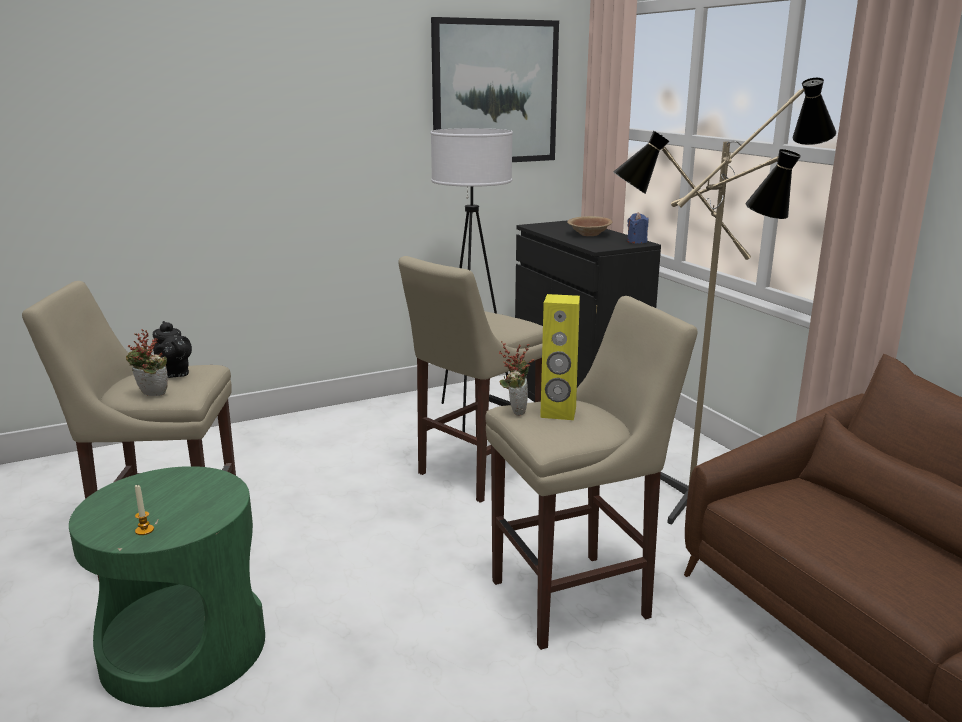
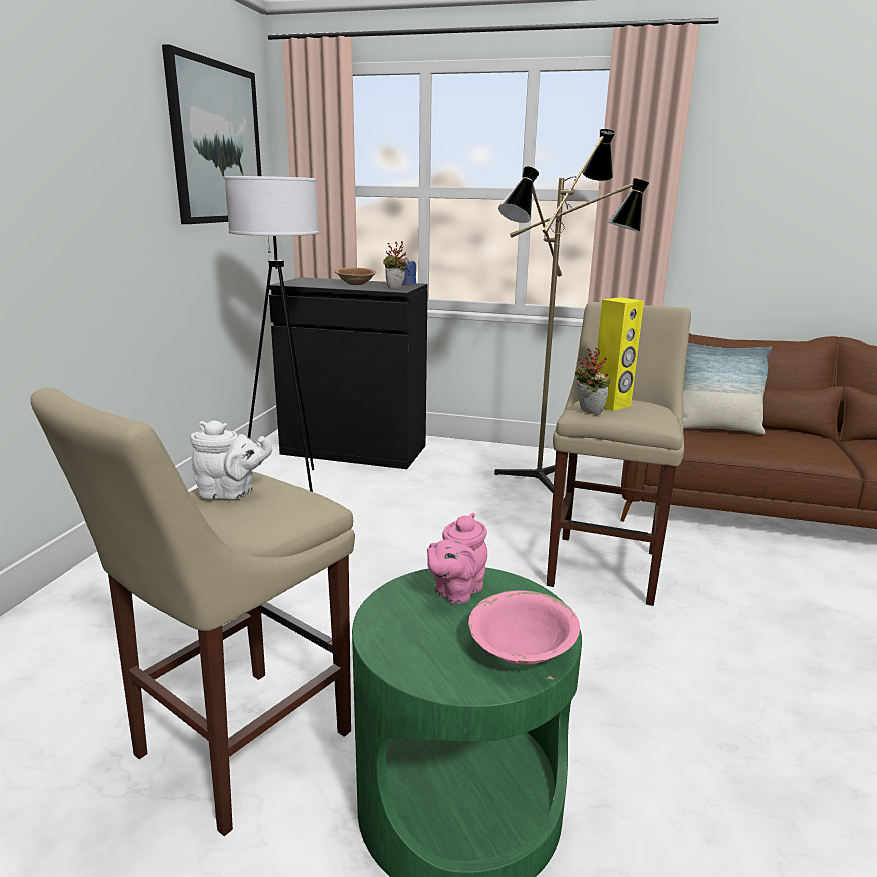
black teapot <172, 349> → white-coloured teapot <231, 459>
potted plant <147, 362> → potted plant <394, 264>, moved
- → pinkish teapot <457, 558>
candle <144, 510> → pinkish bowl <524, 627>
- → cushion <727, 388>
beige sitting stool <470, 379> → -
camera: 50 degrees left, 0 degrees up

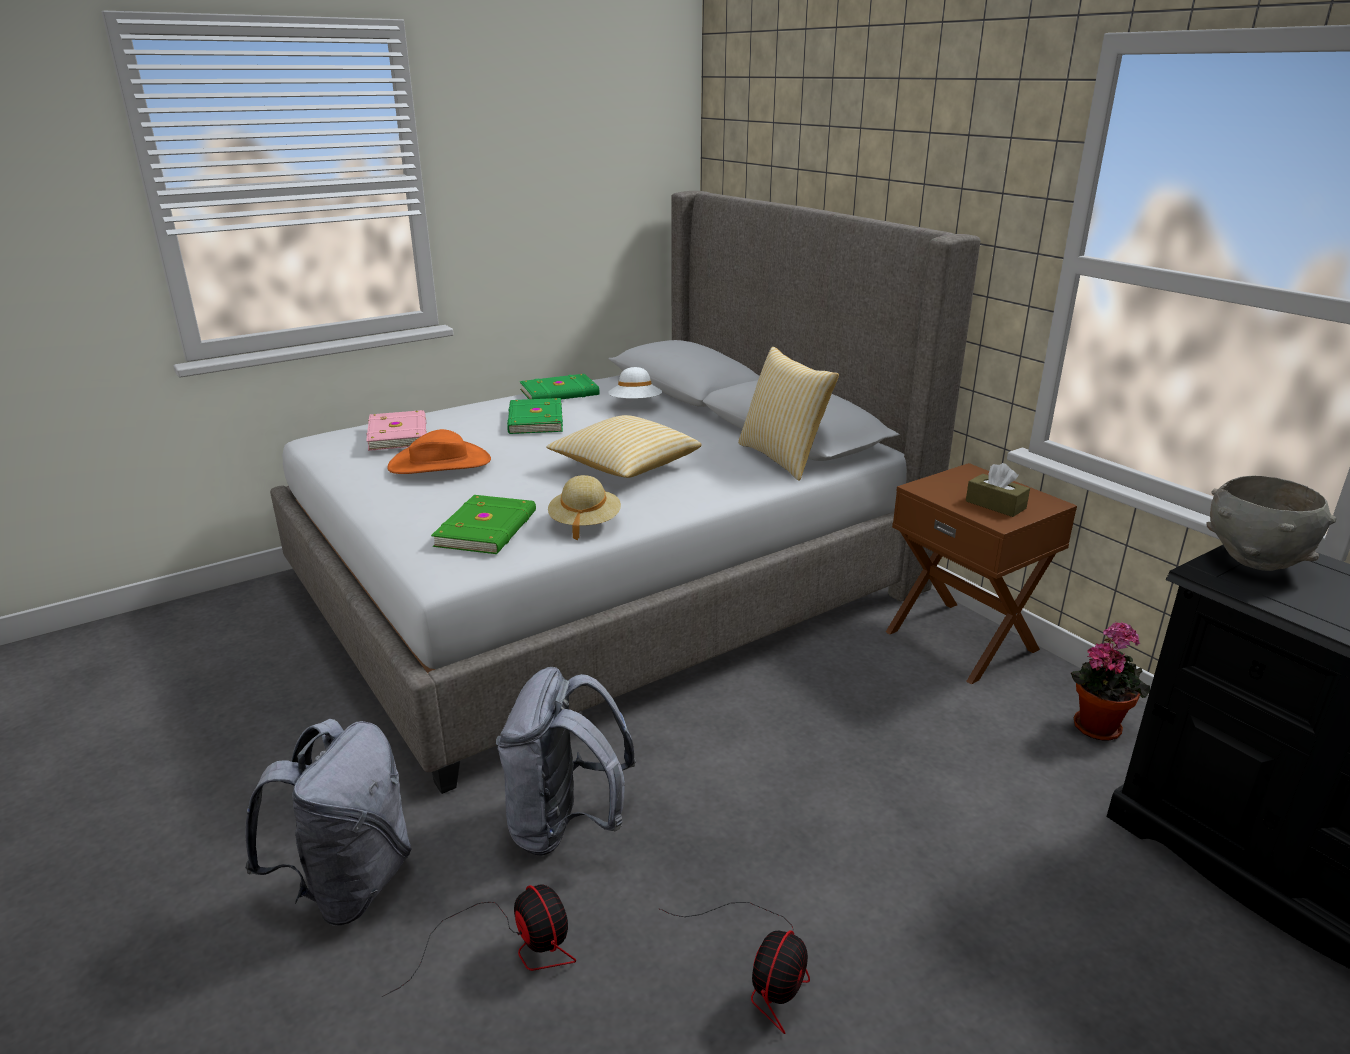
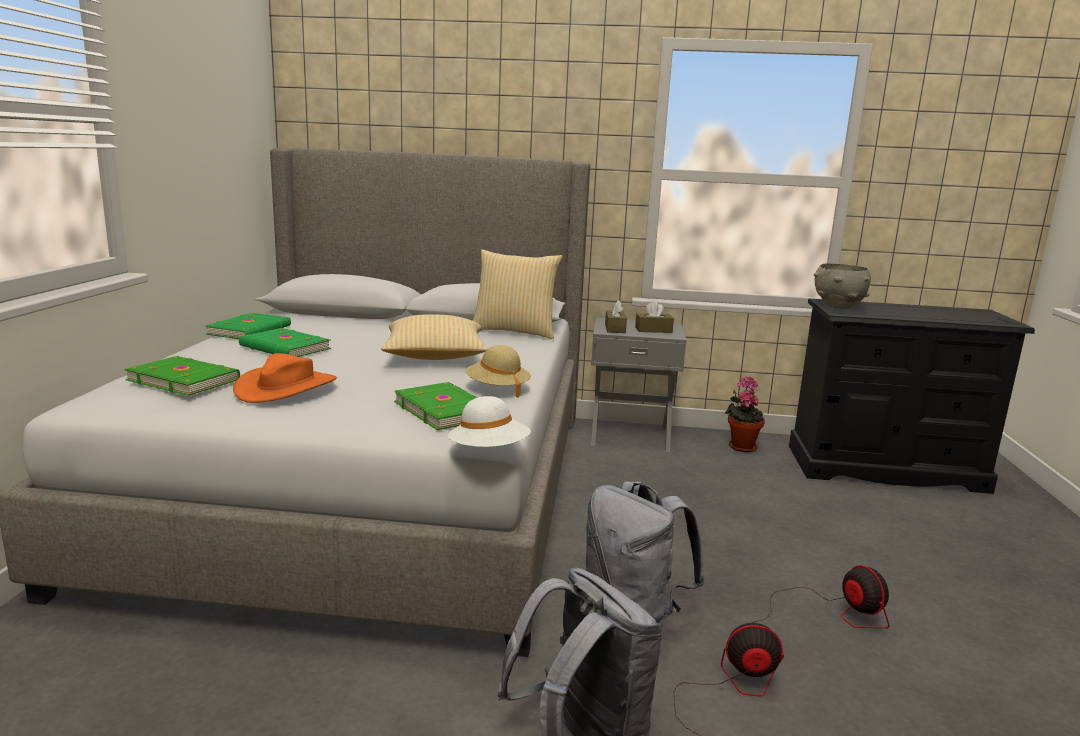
pinkish book <396, 430> → green-coloured book <182, 376>
white-coloured clothing hat <635, 383> → white-coloured clothing hat <489, 421>, moved
brown-coloured nightstand <981, 573> → greyish nightstand <639, 385>
- → brown-coloured box of tissues <616, 316>
camera: 50 degrees left, 10 degrees down

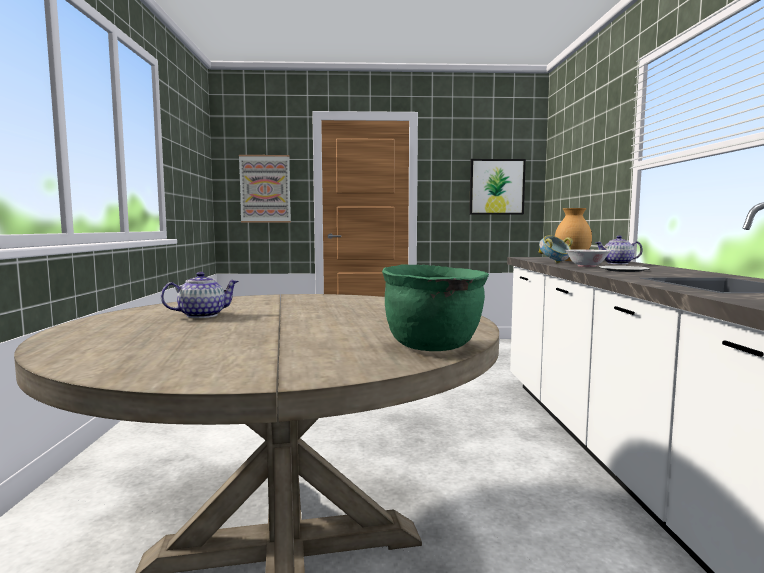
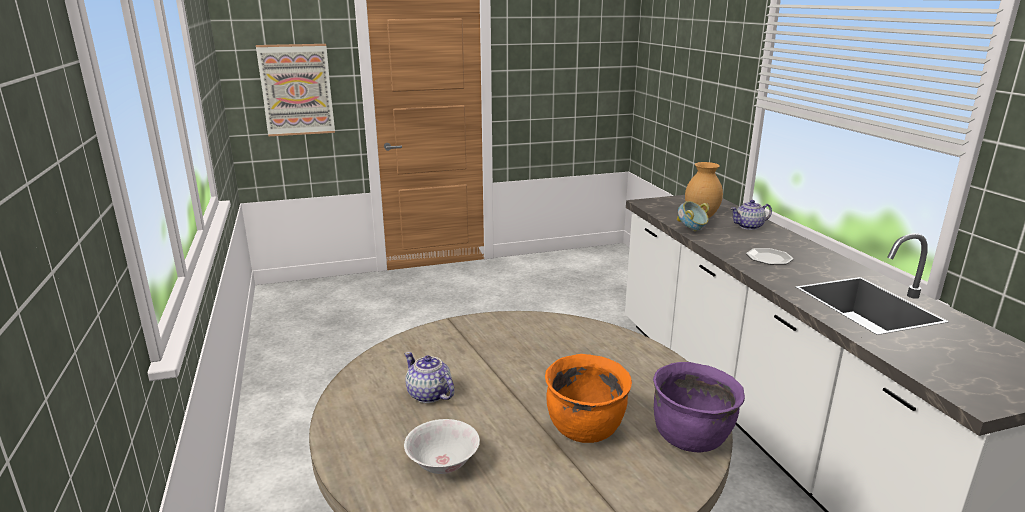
teapot <200, 295> → teapot <429, 377>, 90 degrees counterclockwise
white-coloured bowl <588, 258> → white-coloured bowl <442, 446>, moved
- → orangey stockpot <588, 398>
green-coloured stockpot <435, 307> → purple stockpot <699, 407>
wall picture <497, 186> → -
camera: 15 degrees left, 15 degrees up

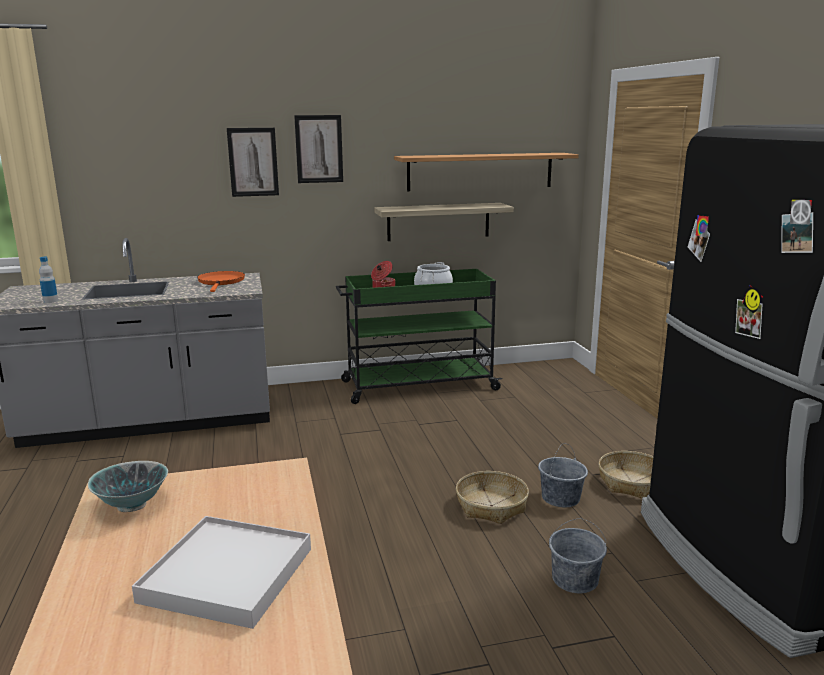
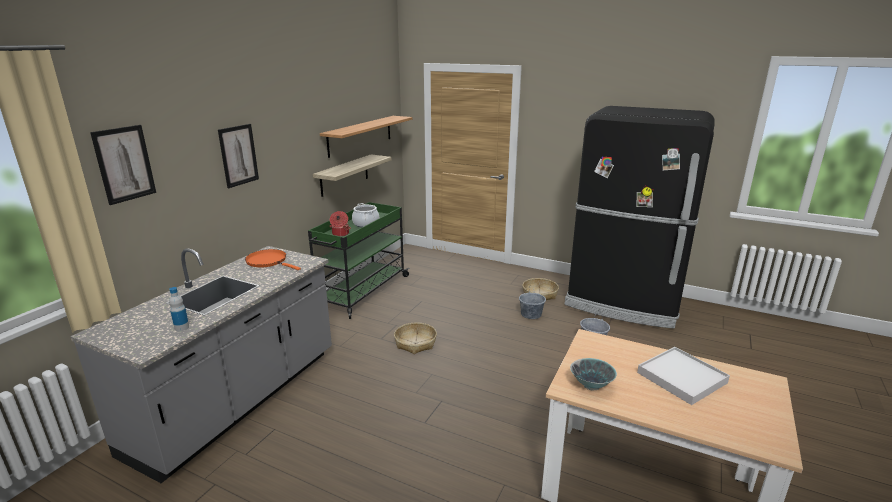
wall picture <318, 149> → wall picture <123, 165>, moved
basket <492, 497> → basket <415, 338>, moved
camera: 50 degrees left, 5 degrees up

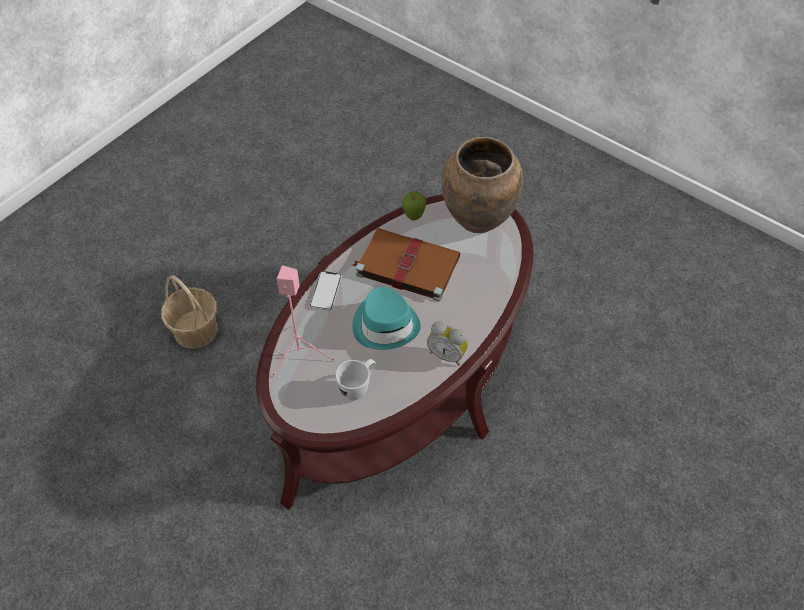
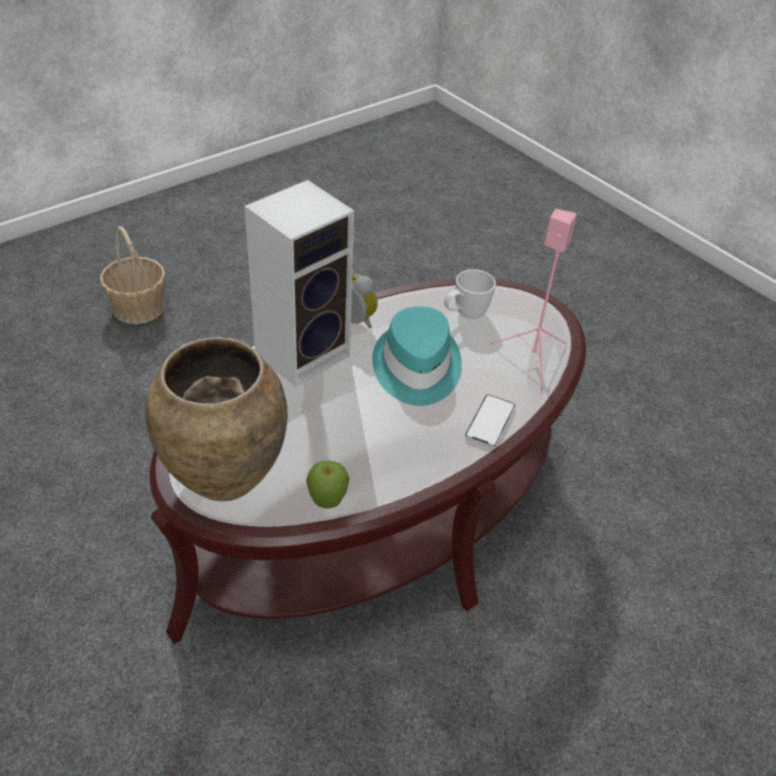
basket <189, 312> → basket <133, 275>, moved
- → loudspeaker <299, 283>
brown-coloured book <406, 264> → -
camera: 170 degrees left, 10 degrees down

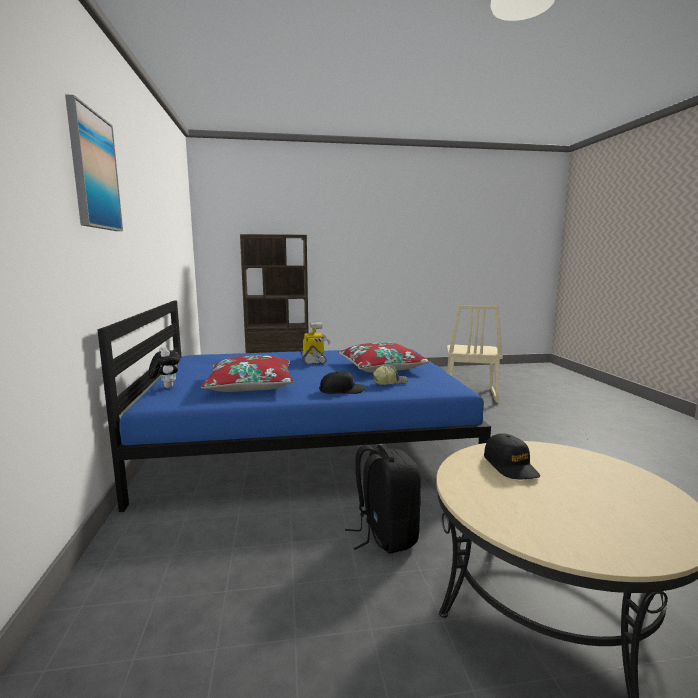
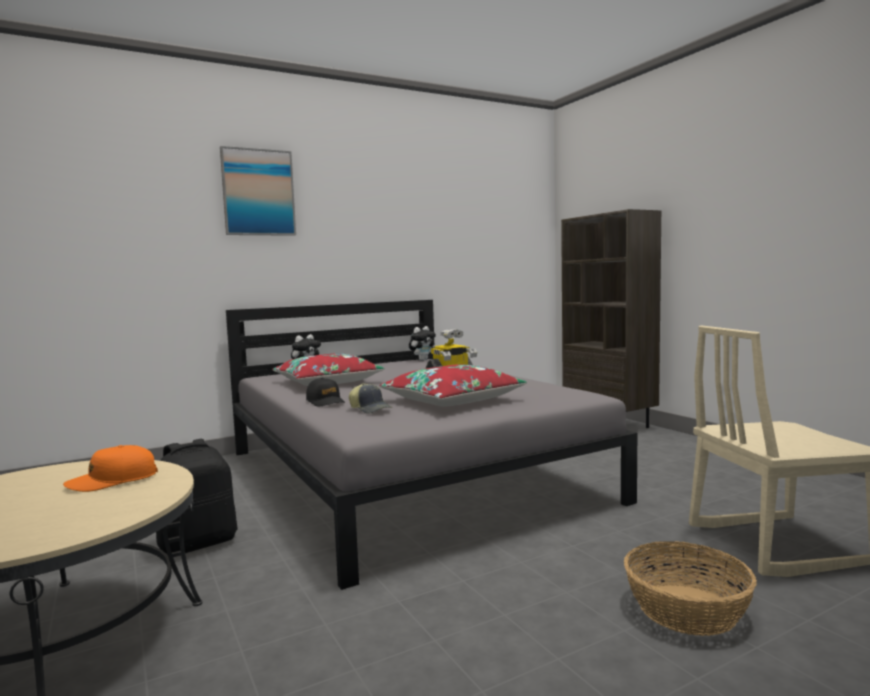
black peaked cap <512, 456> → orangey peaked cap <110, 468>
bluish bedroom bed <294, 406> → greyish bedroom bed <431, 445>
- → cuddly toy <422, 343>
- → basket <690, 588>
camera: 70 degrees right, 5 degrees down

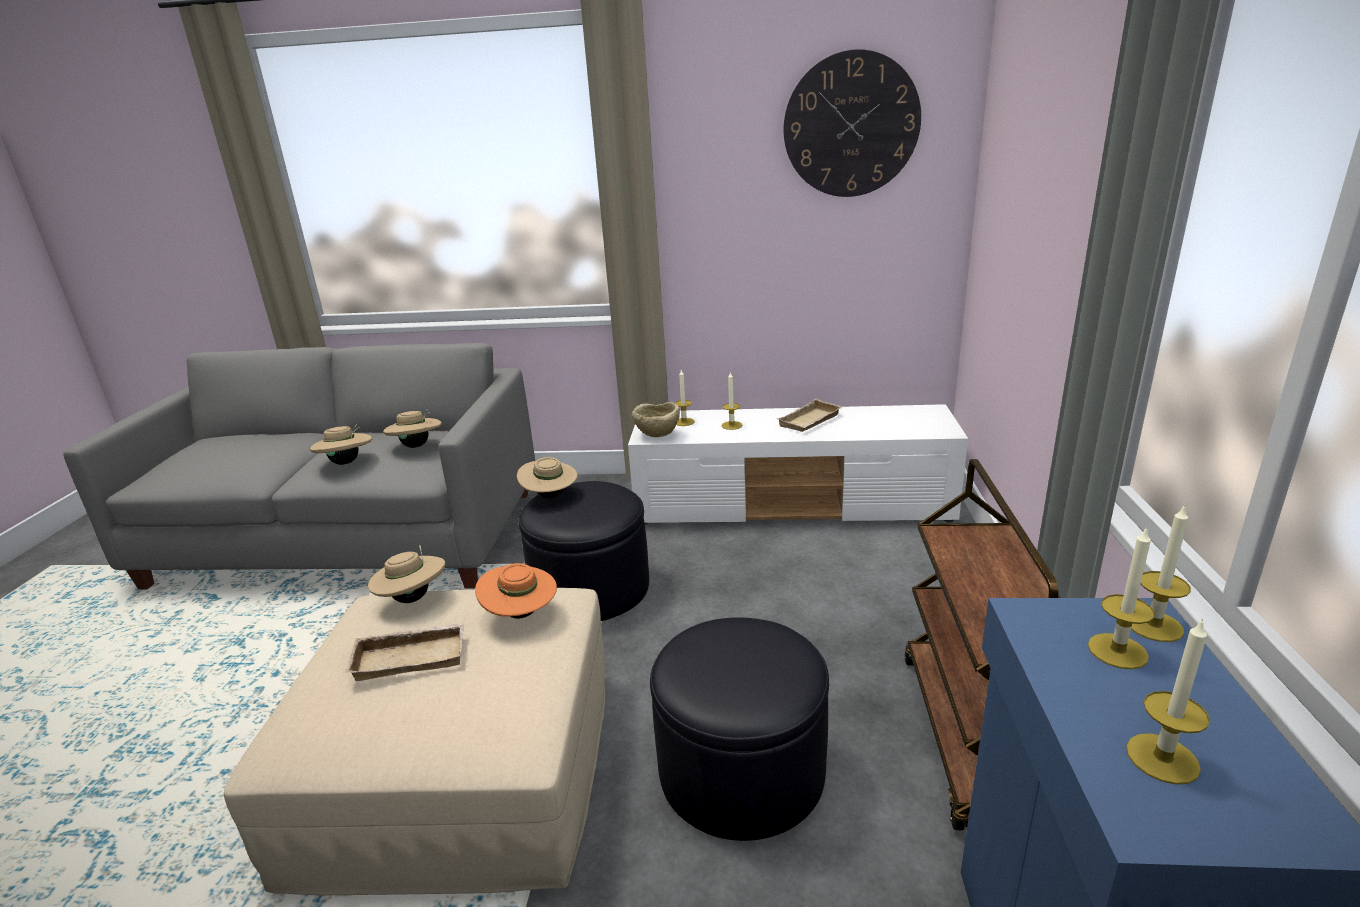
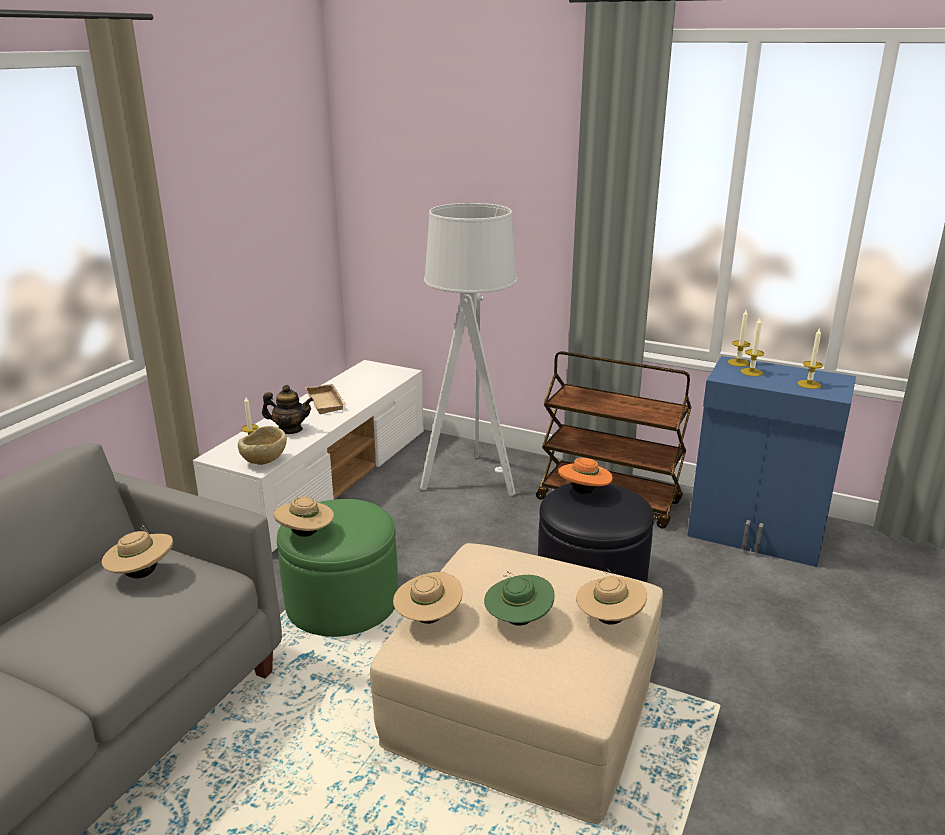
candle <732, 400> → teapot <287, 409>
black pouffe <584, 551> → green-coloured pouffe <337, 568>
- → greyish floor lamp <468, 349>
beige carrying tray <405, 652> → green-coloured clothing hat <519, 598>
orangey clothing hat <516, 590> → orangey clothing hat <586, 476>, moved
beige clothing hat <341, 444> → beige clothing hat <611, 597>, moved
wall clock <852, 123> → -
camera: 70 degrees left, 0 degrees up

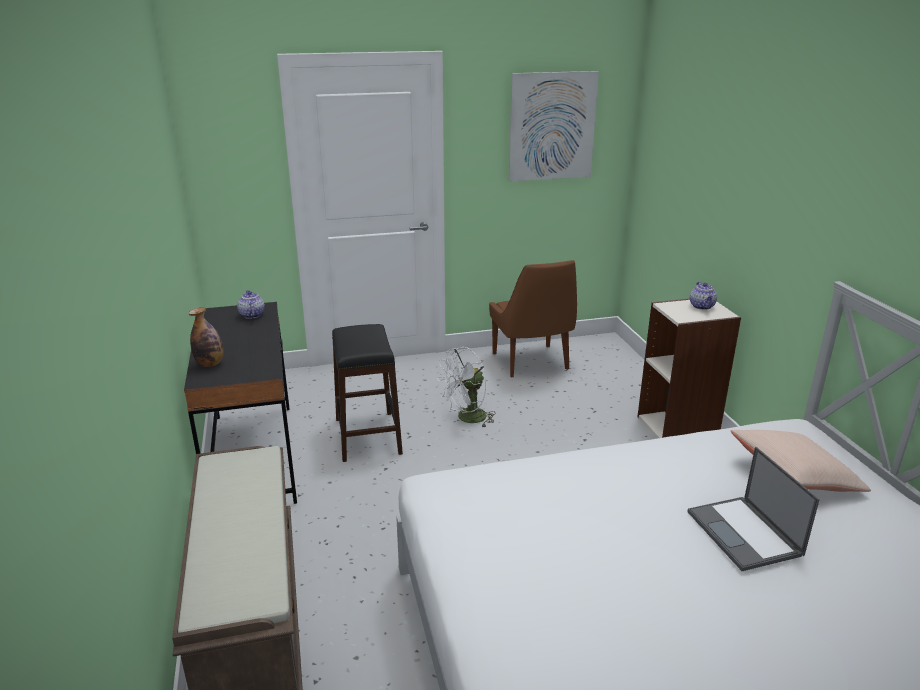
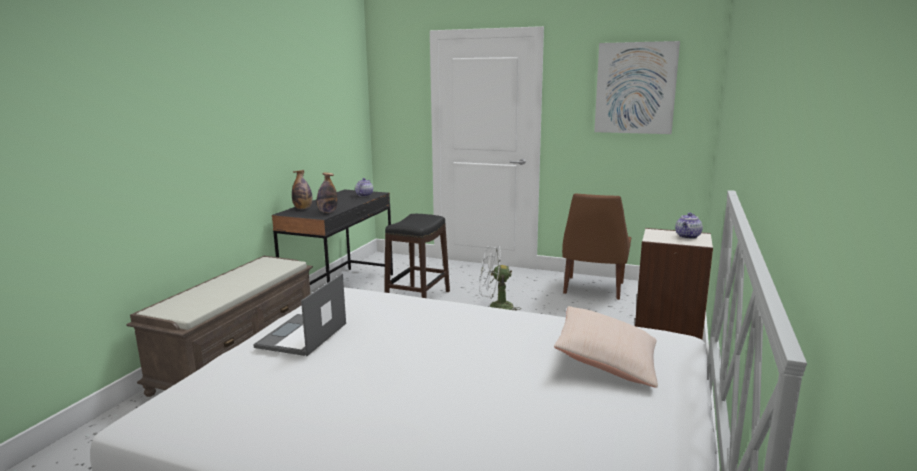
notebook computer <753, 509> → notebook computer <299, 315>, moved
- → drink bottle <327, 193>
camera: 35 degrees right, 10 degrees down

